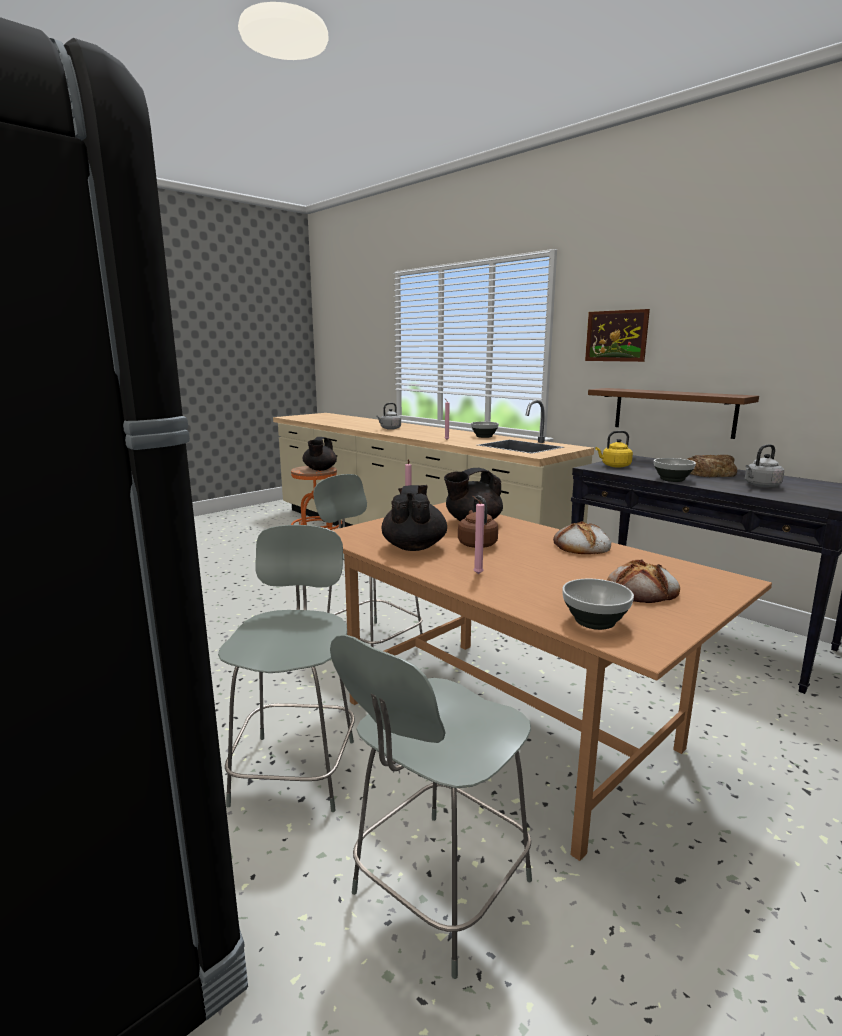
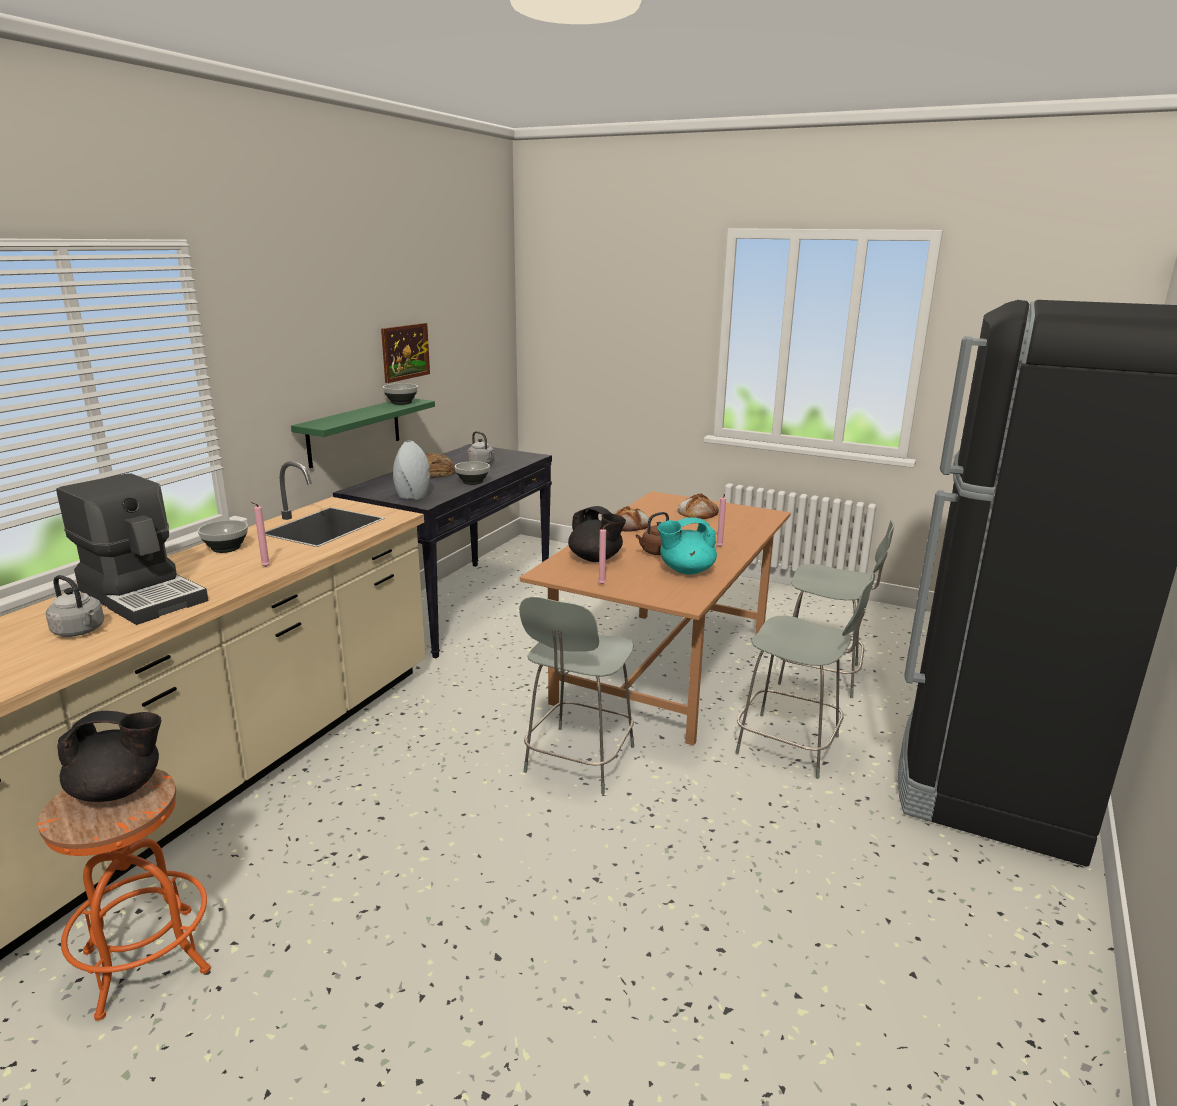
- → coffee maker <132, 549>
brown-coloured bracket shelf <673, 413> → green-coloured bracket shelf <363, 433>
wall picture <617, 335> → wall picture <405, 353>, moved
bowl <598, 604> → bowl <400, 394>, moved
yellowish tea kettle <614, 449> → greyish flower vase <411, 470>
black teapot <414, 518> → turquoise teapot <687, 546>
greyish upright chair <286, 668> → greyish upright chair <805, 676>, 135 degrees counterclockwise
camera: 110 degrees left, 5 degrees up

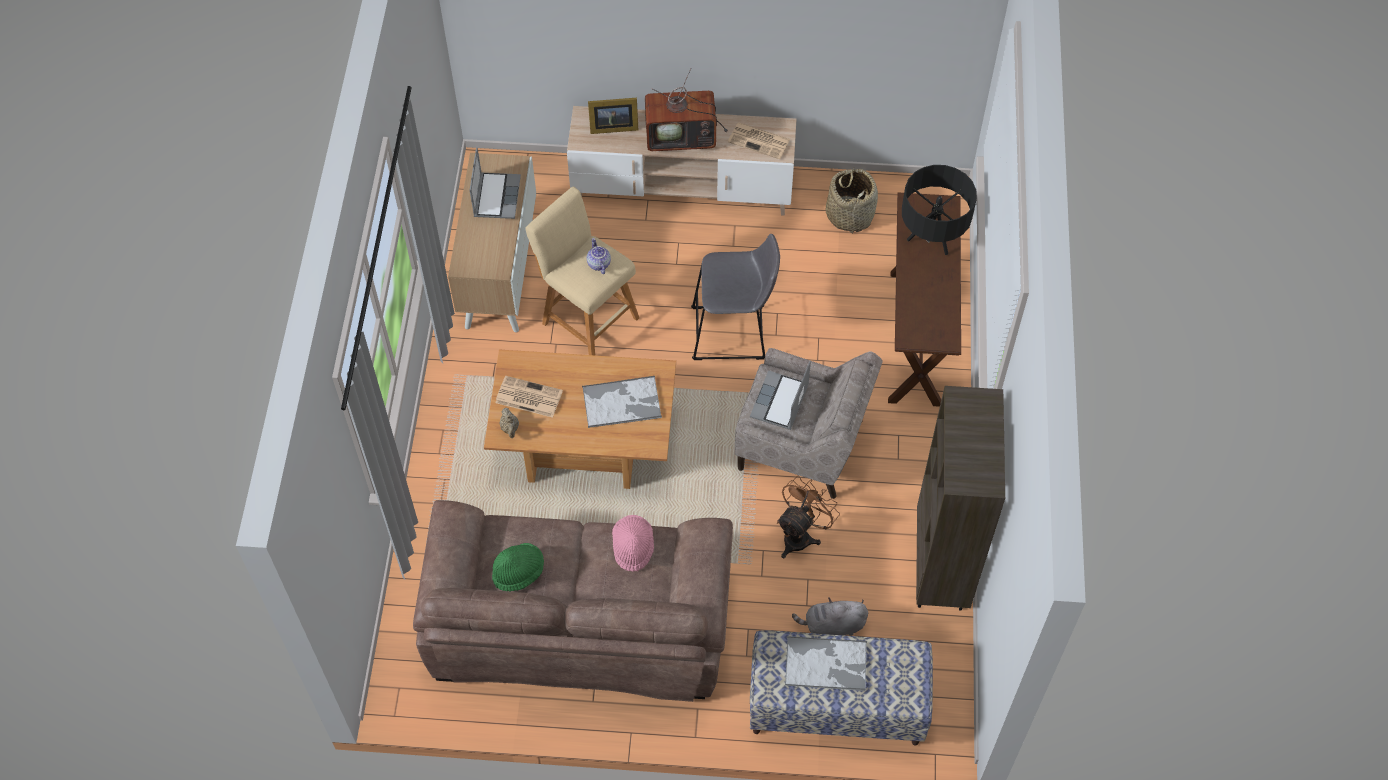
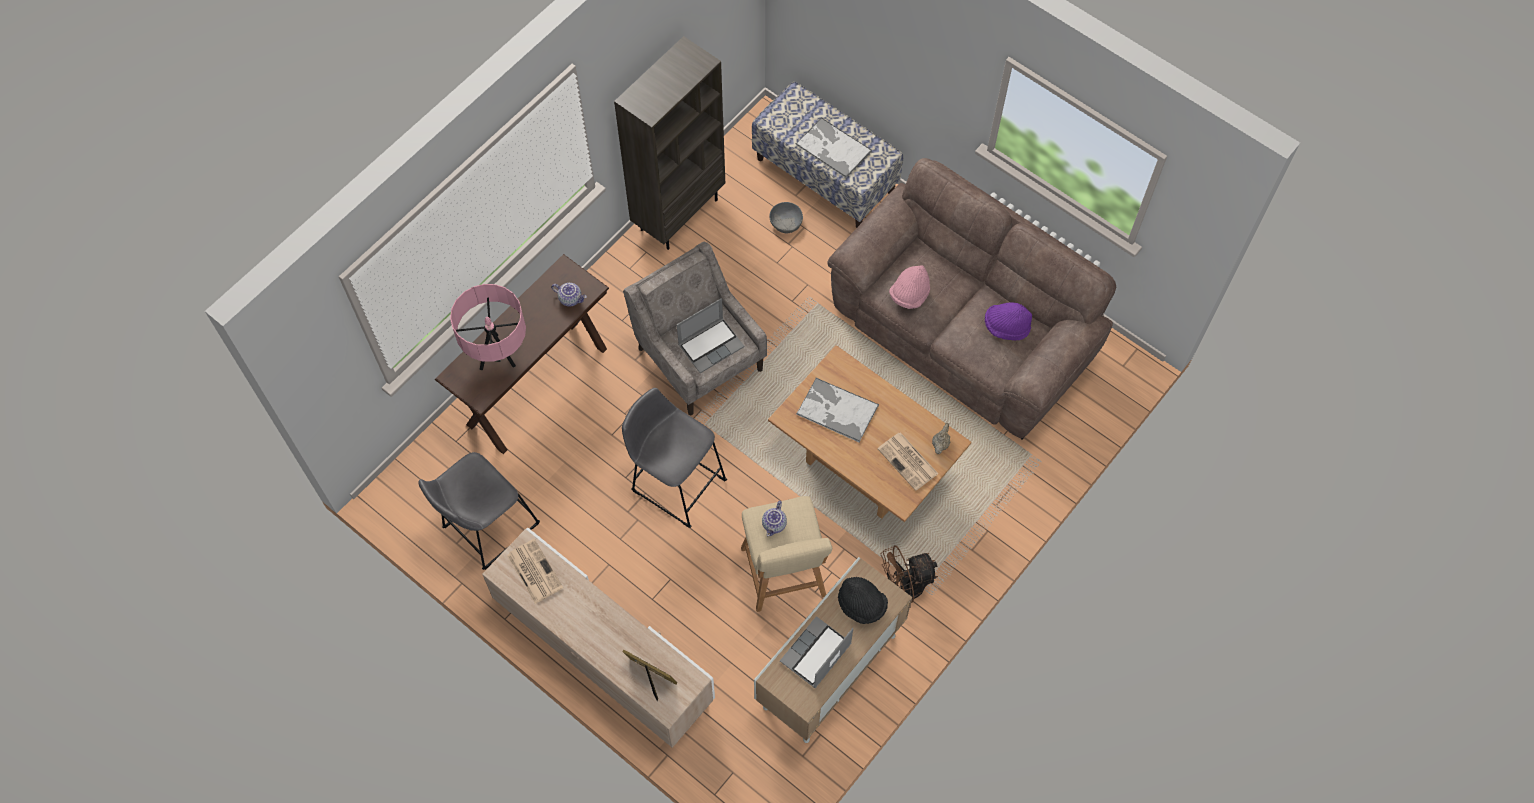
basket <852, 201> → greyish sitting stool <479, 511>
black lamp for a table <939, 210> → pinkish lamp for a table <488, 327>
- → teapot <569, 295>
greyish cuddly toy <830, 616> → greyish bowl <786, 217>
- → black clothing hat <863, 600>
brown-coloured fan <808, 517> → brown-coloured fan <909, 576>, moved
green-coloured clothing hat <518, 567> → purple clothing hat <1008, 321>
TV set <686, 109> → -
camera: 145 degrees left, 5 degrees up

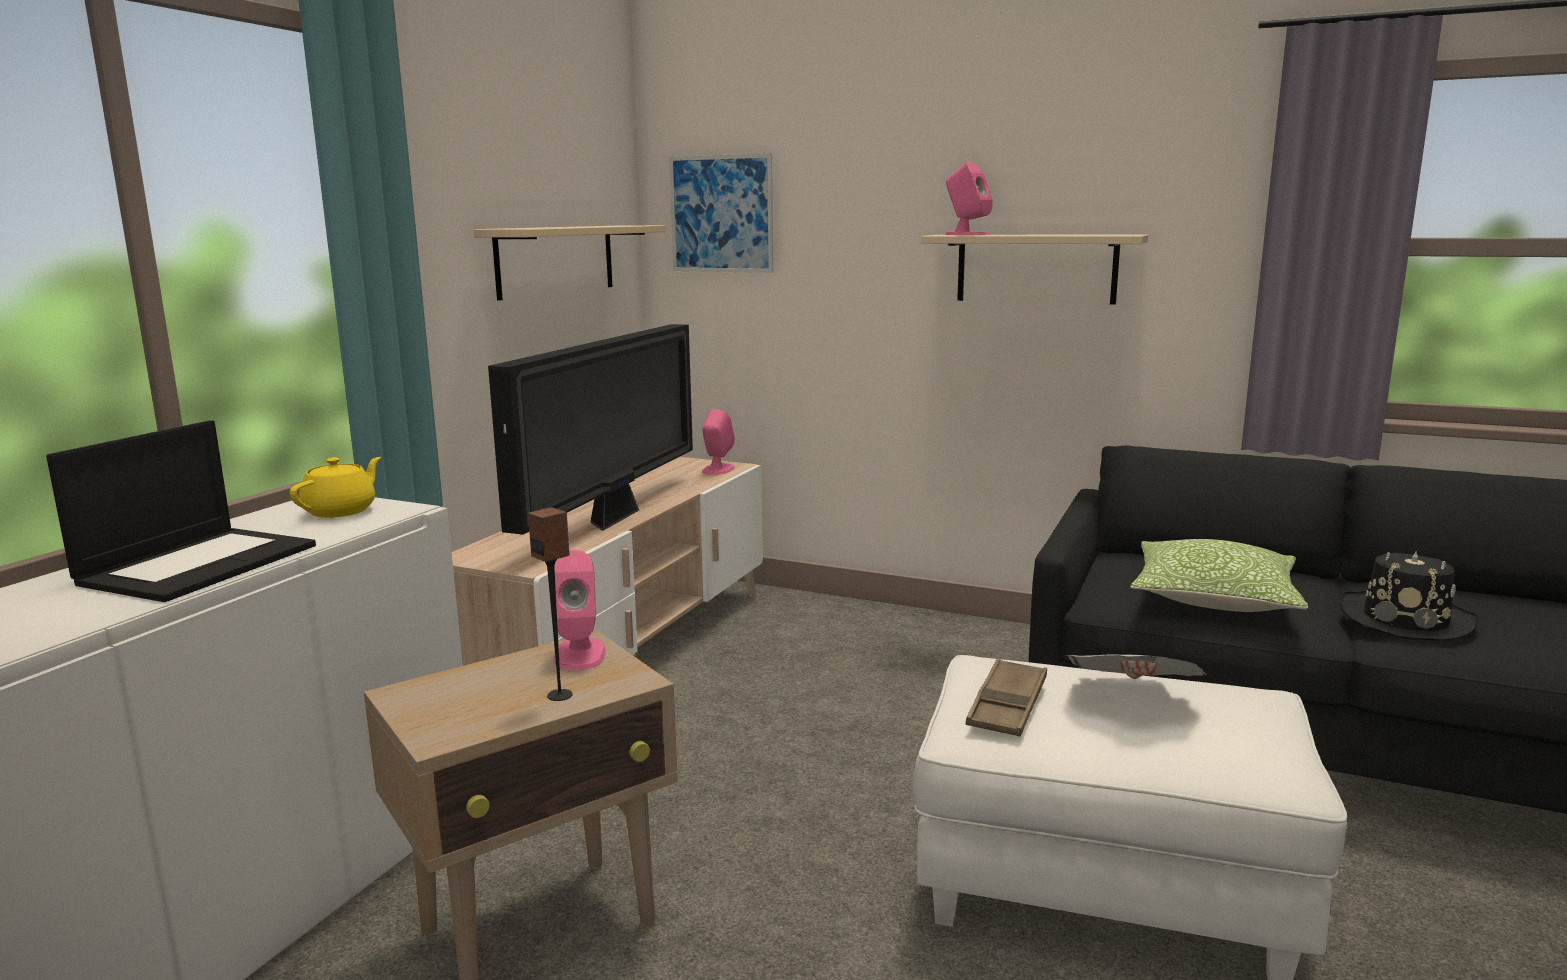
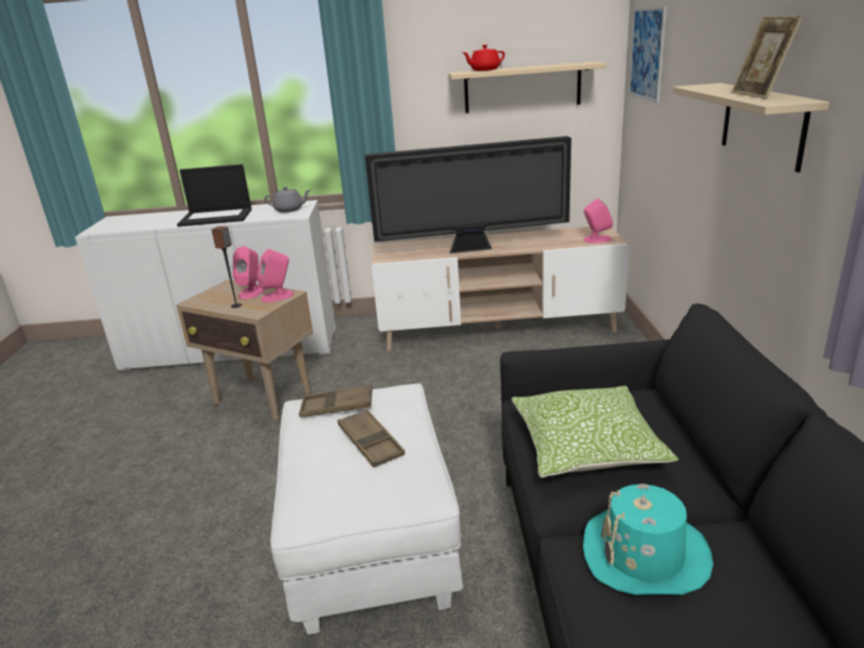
pinkish loudspeaker <969, 198> → pinkish loudspeaker <249, 272>, moved
yellowish teapot <335, 487> → greyish teapot <287, 199>
printed paper <1136, 666> → brown-coloured carrying tray <371, 438>
- → reddish teapot <483, 58>
black clothing hat <1409, 596> → turquoise clothing hat <648, 539>
- → picture frame <767, 57>
camera: 65 degrees right, 10 degrees up

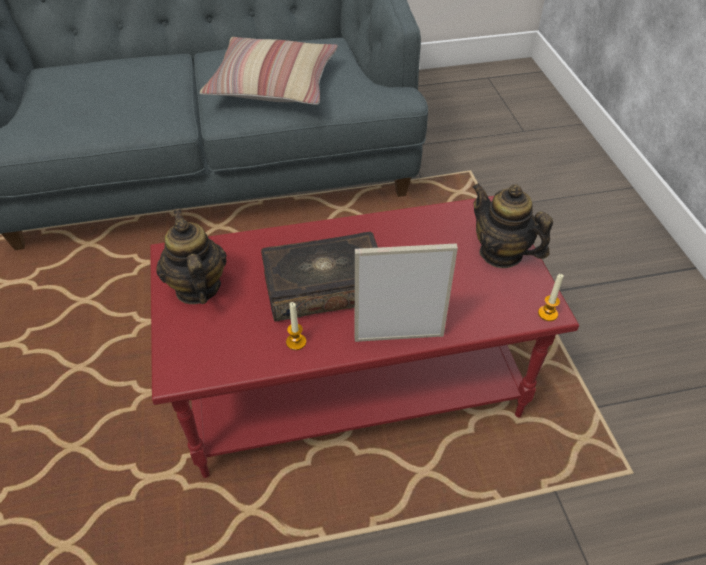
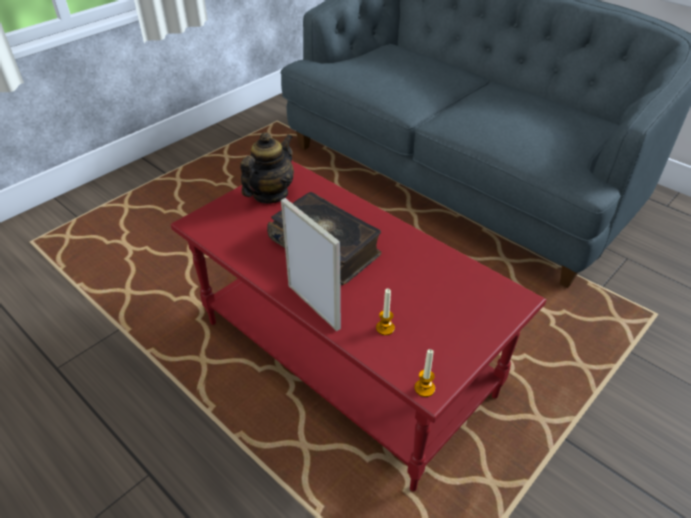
candle <296, 326> → candle <385, 311>, moved
cushion <269, 71> → -
teapot <512, 225> → -
camera: 55 degrees right, 5 degrees down

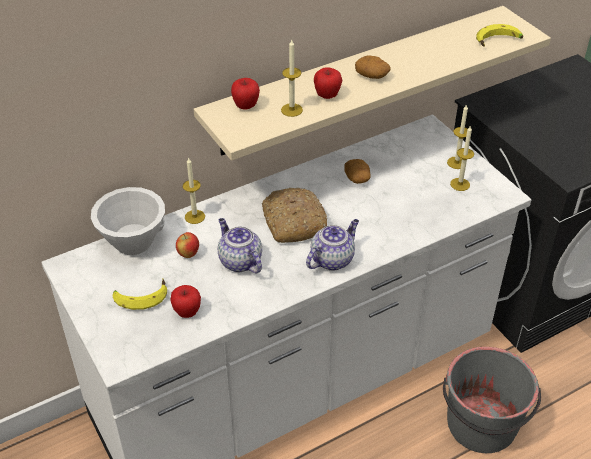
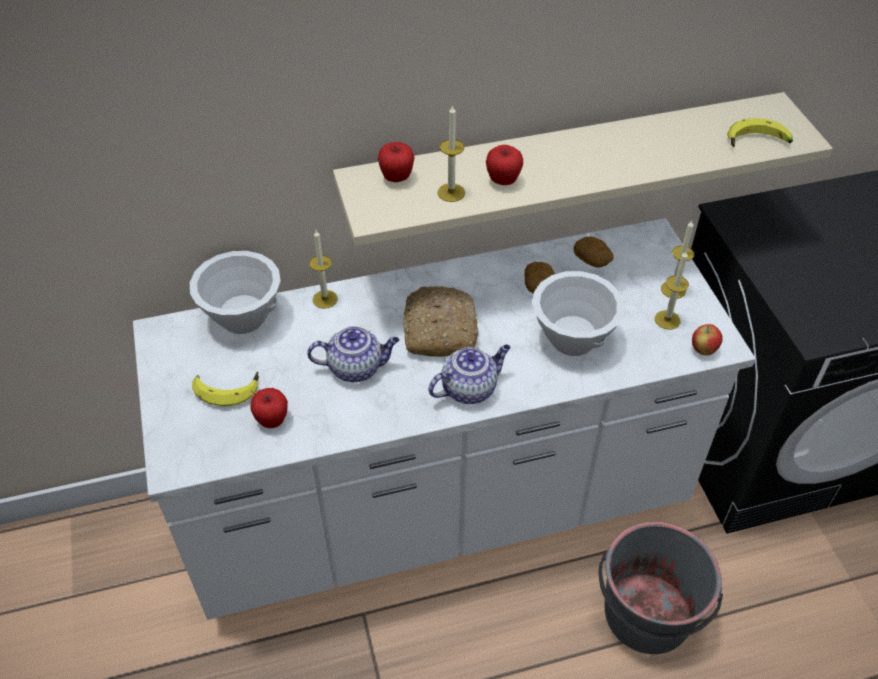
teapot <240, 246> → teapot <353, 354>, 105 degrees clockwise
- → white-coloured bowl <578, 313>
spud <373, 67> → spud <593, 252>, moved
whole apple <187, 245> → whole apple <707, 339>, moved
camera: 15 degrees right, 5 degrees up

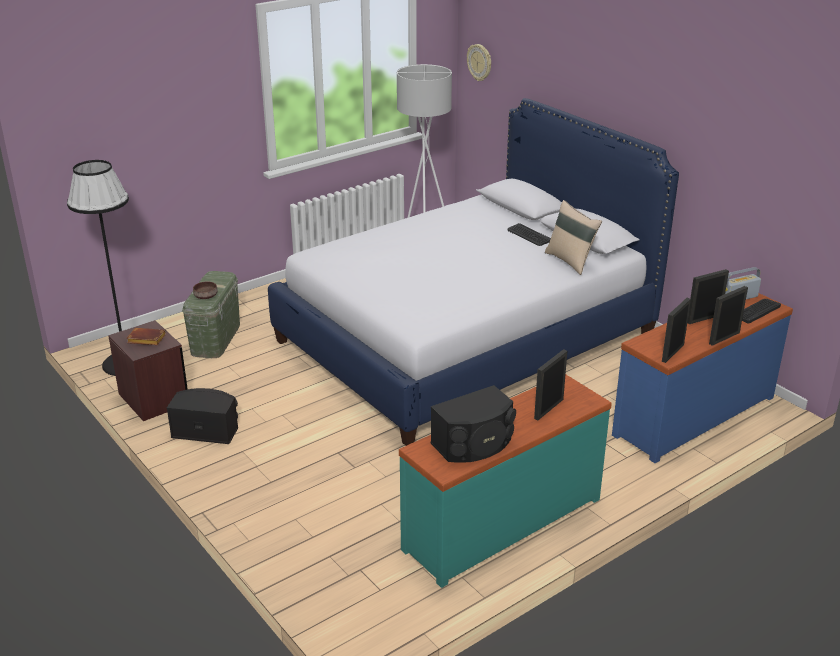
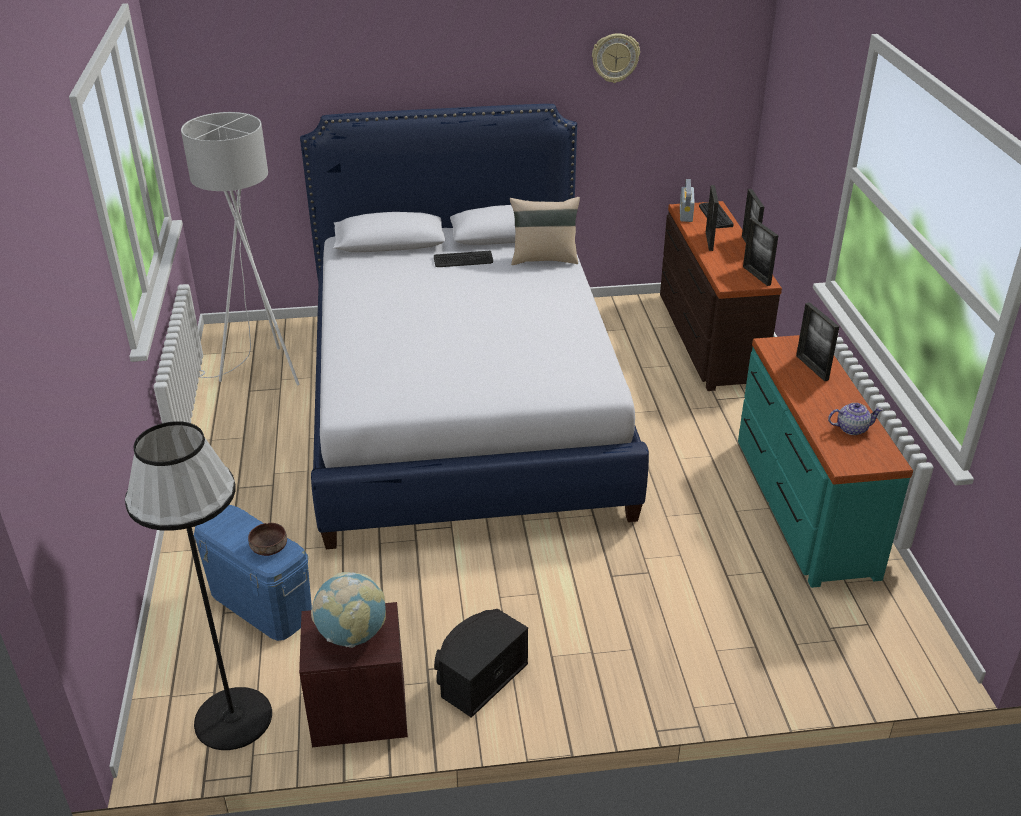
green-coloured storage bin <211, 314> → bluish storage bin <253, 573>
brown-coloured book <146, 336> → globe <348, 610>
wall clock <479, 62> → wall clock <616, 58>, moved
bluish chest of drawers <702, 378> → brown-coloured chest of drawers <721, 296>
black loudspeaker <473, 423> → teapot <855, 419>
camera: 60 degrees left, 5 degrees up

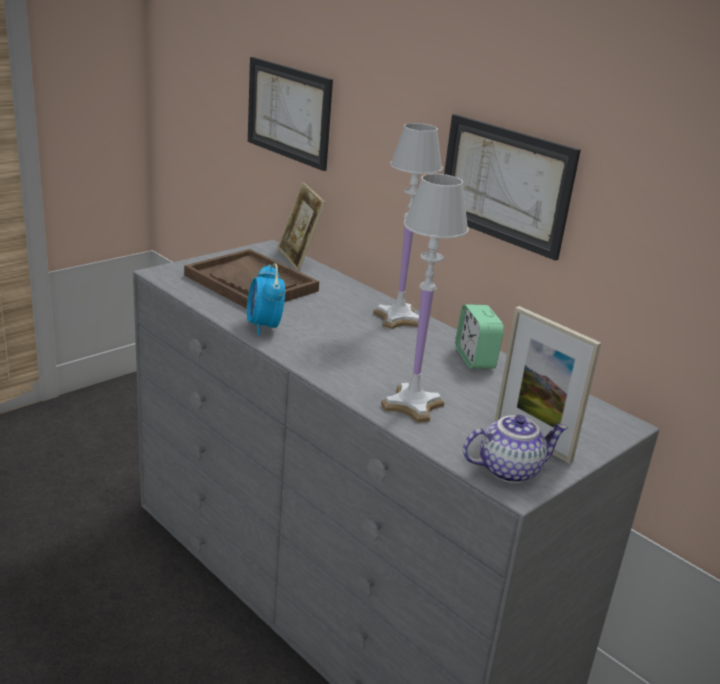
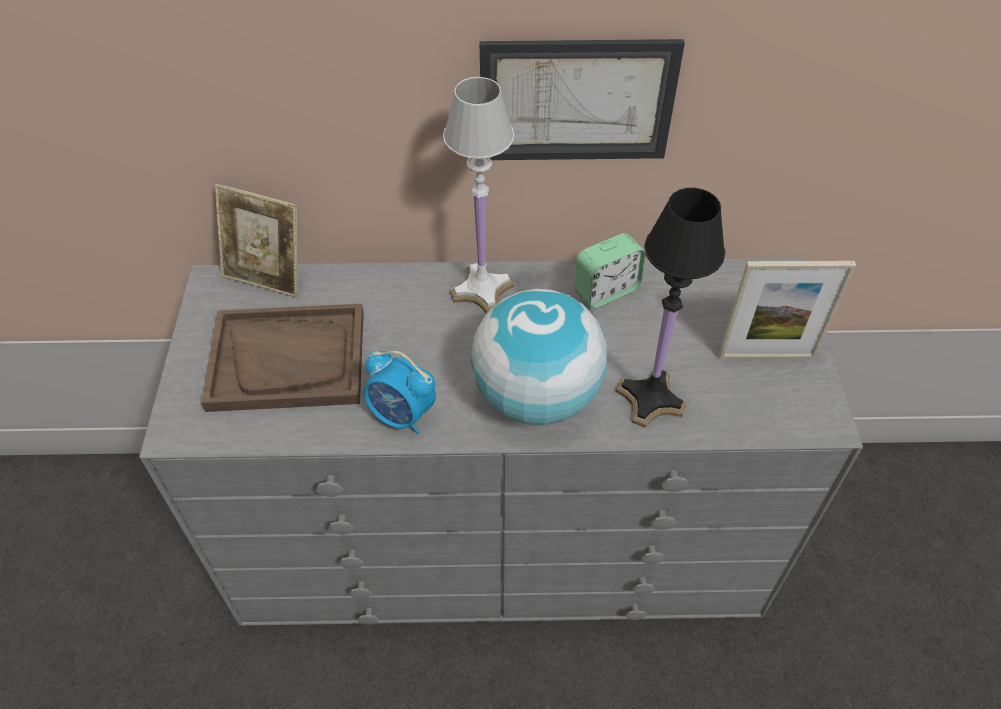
- → globe <539, 357>
table clock <479, 336> → table clock <610, 270>, 60 degrees counterclockwise
white-coloured lamp for a table <425, 298> → black lamp for a table <671, 308>
wall picture <290, 114> → -
teapot <515, 449> → -
camera: 45 degrees left, 25 degrees up

